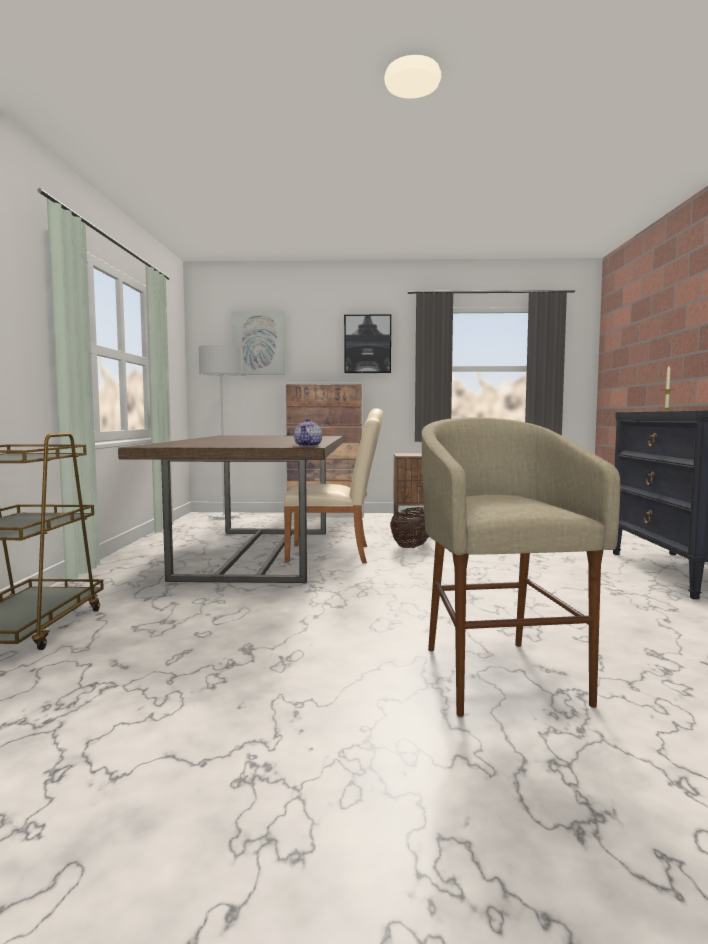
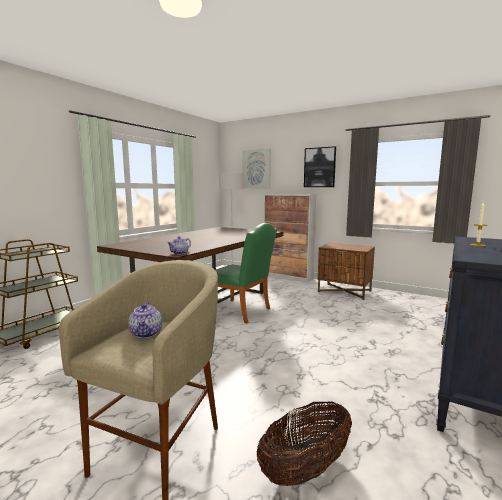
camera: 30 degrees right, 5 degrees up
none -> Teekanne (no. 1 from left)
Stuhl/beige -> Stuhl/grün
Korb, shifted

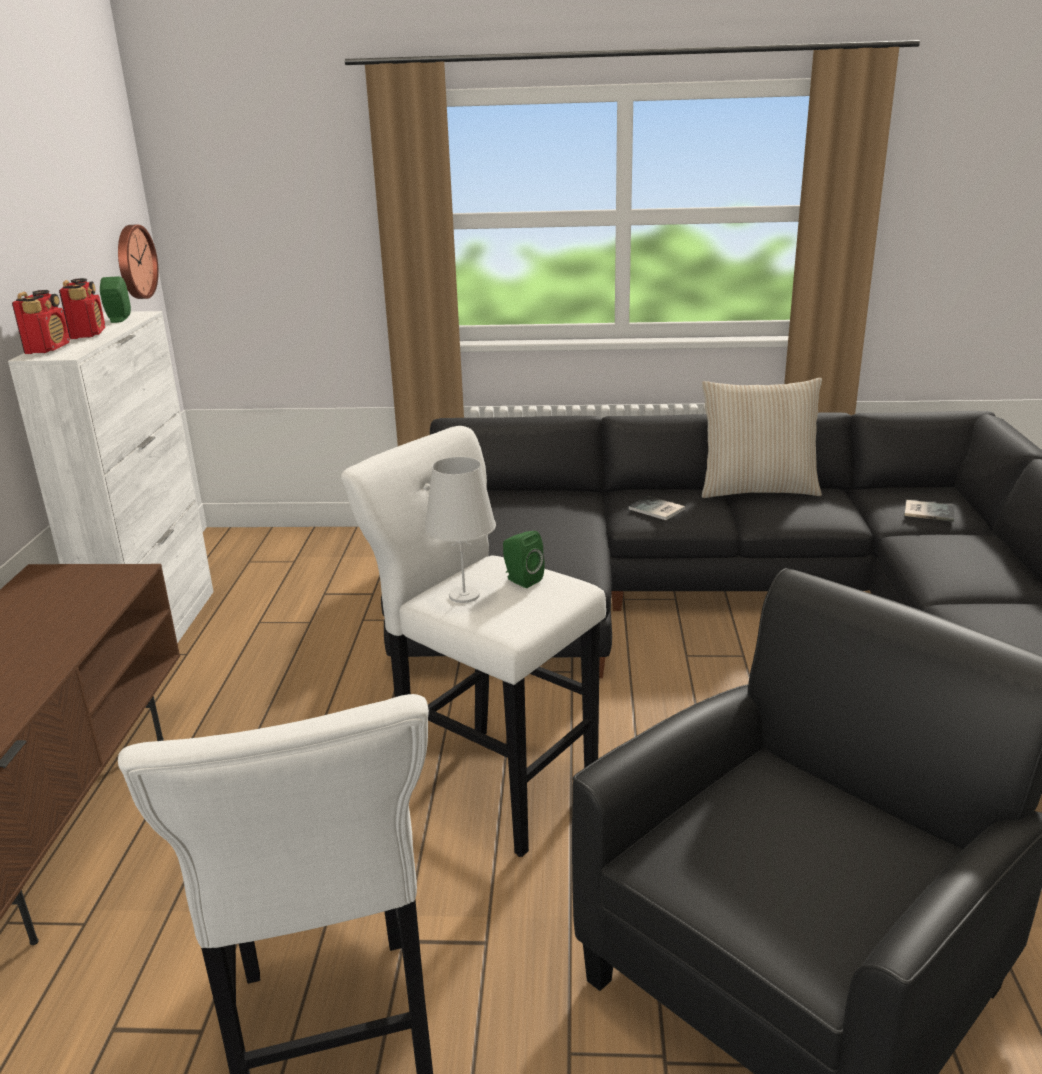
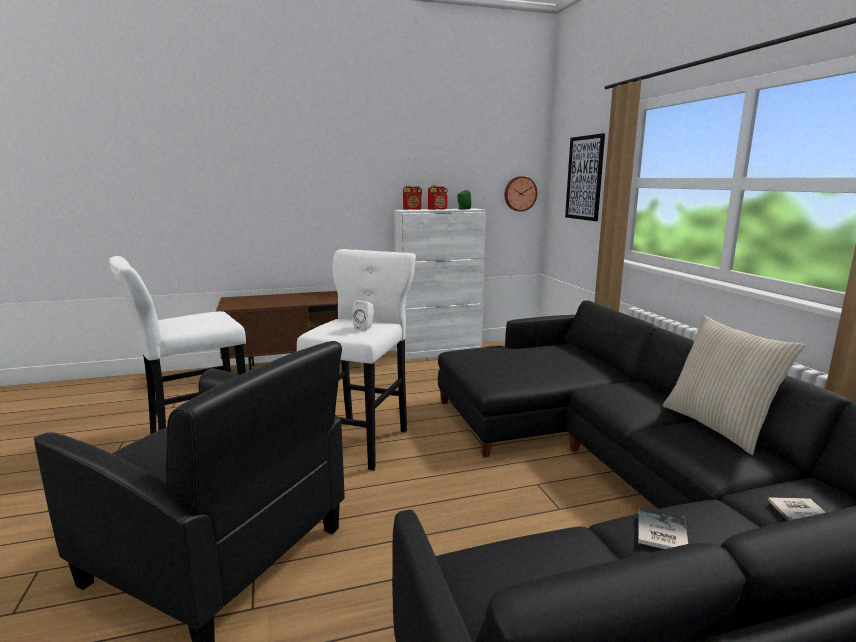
camera: 70 degrees right, 10 degrees down
Lautsprecher/grün (no. 2 from left) -> Lautsprecher/weiß
none -> Bild
Buch (no. 1 from left), shifted
Tischlampe/weiß -> none

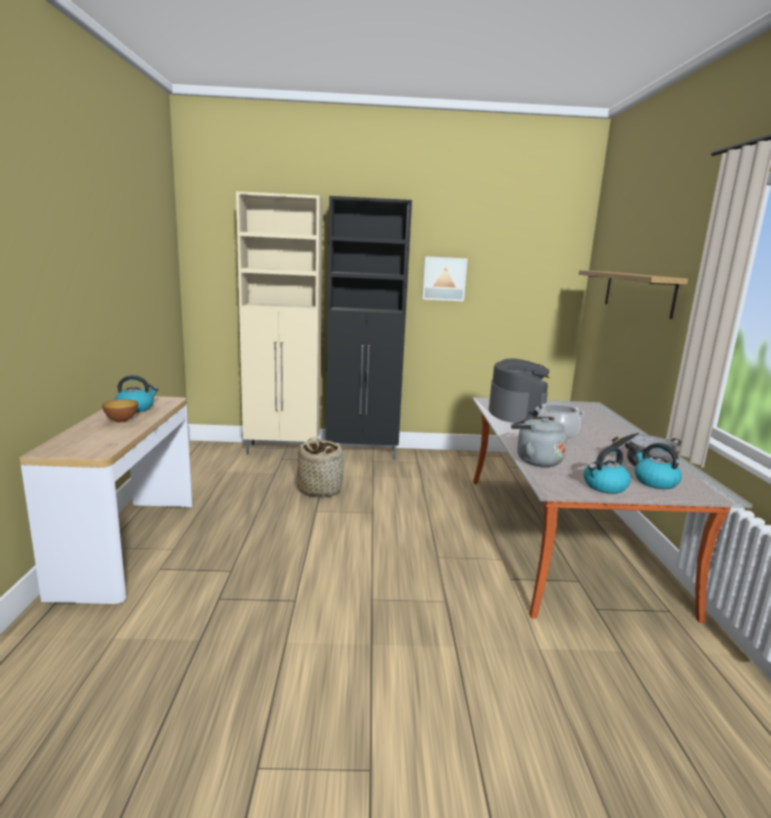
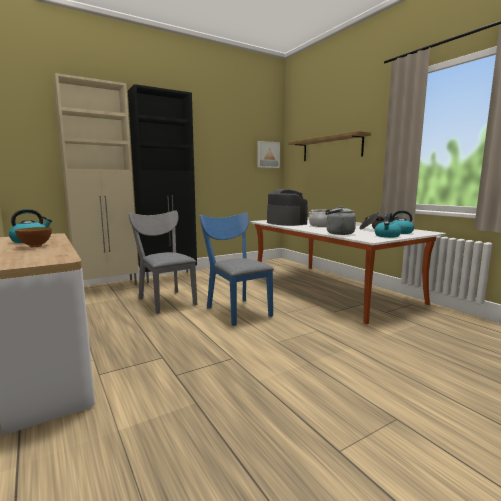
camera: 30 degrees left, 5 degrees down
Korb -> Stuhl/grau
none -> Stuhl/blau
Bild, shifted

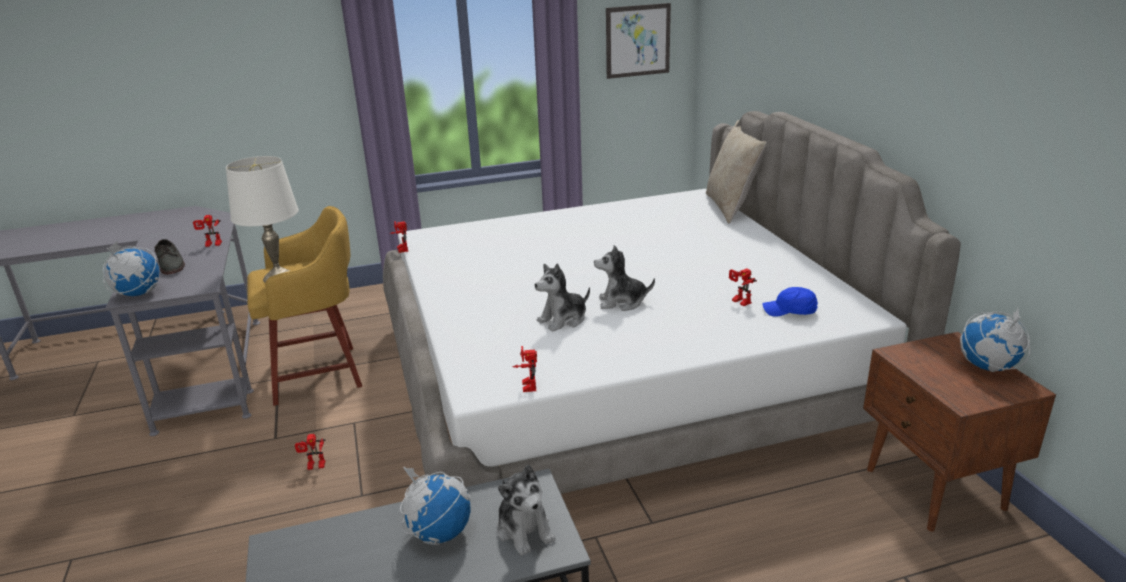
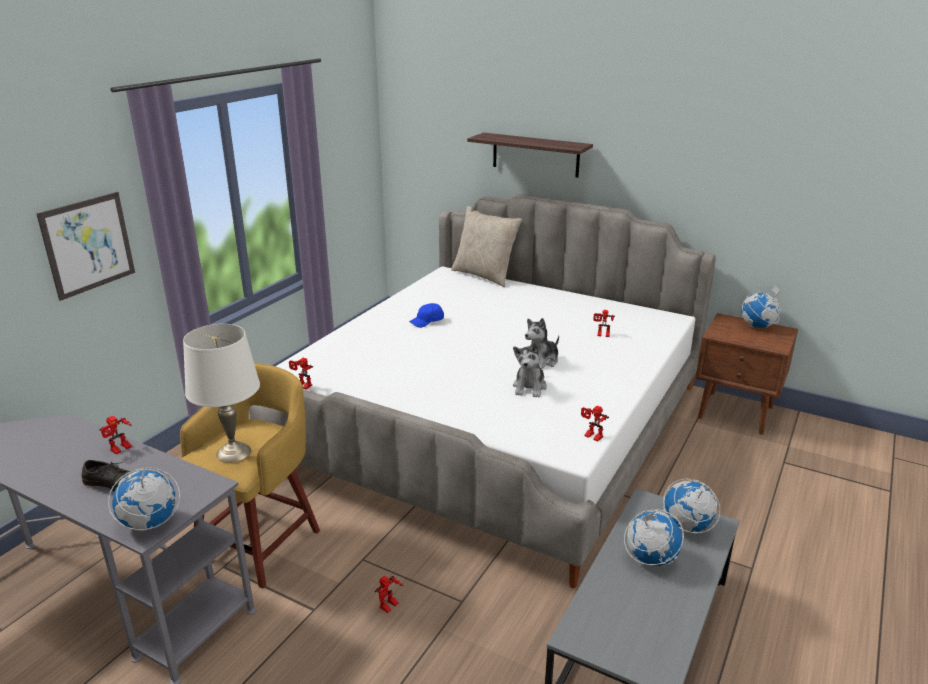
camera: 45 degrees left, 0 degrees up
Bild, shifted
Kappe/blau, shifted
none -> Wandregal
Plüschtier (no. 1 from left) -> Globus (no. 3 from left)

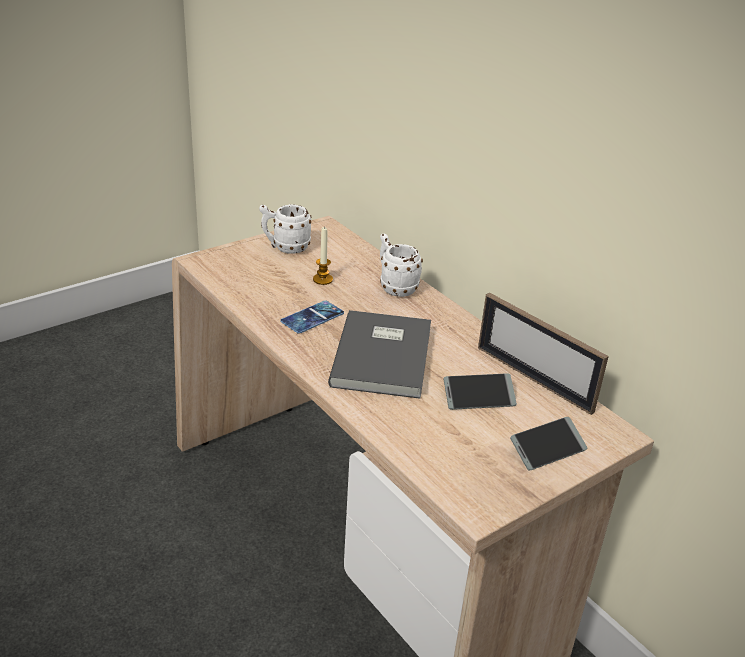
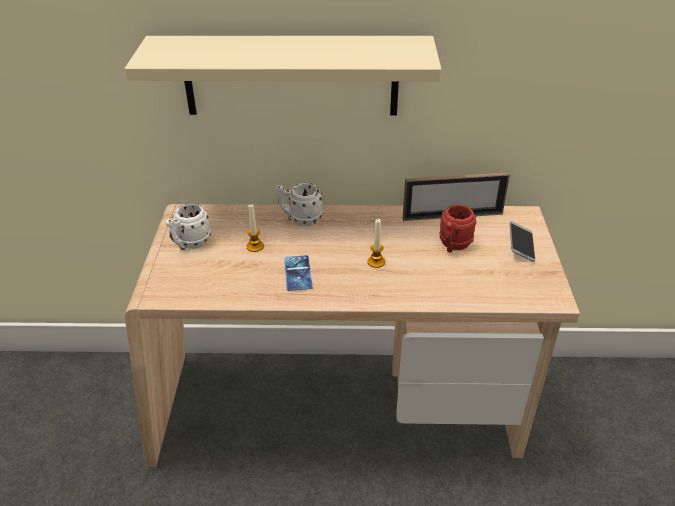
camera: 50 degrees left, 5 degrees up
none -> Wandregal/beige
Buch/grau -> Kerze (no. 2 from left)
Handy (no. 2 from left) -> Henkelbecher/rot

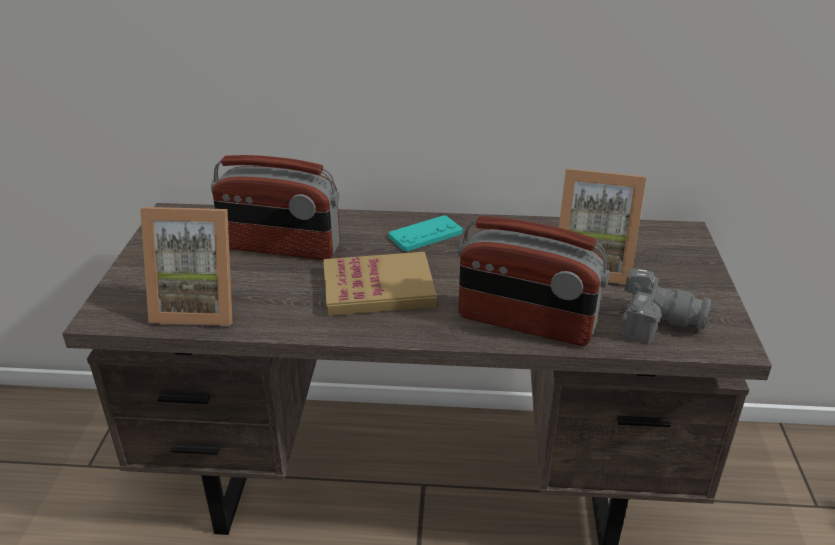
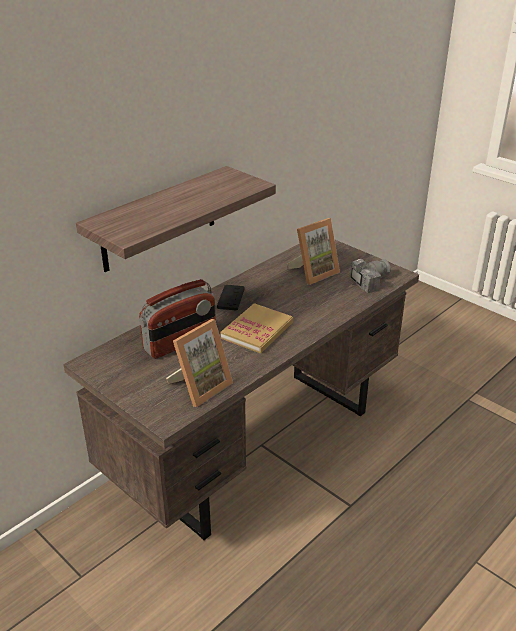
camera: 50 degrees left, 0 degrees up
none -> Wandregal
Gamepad/türkis -> Gamepad/schwarz
Radio (no. 2 from left) -> none

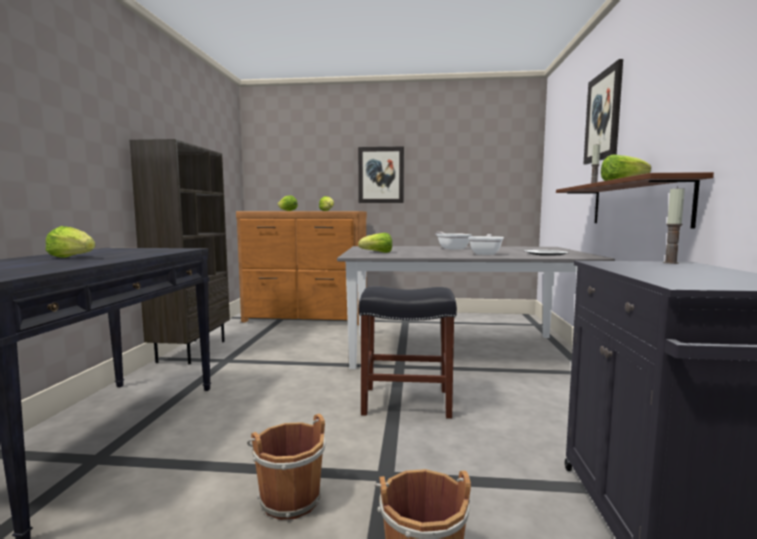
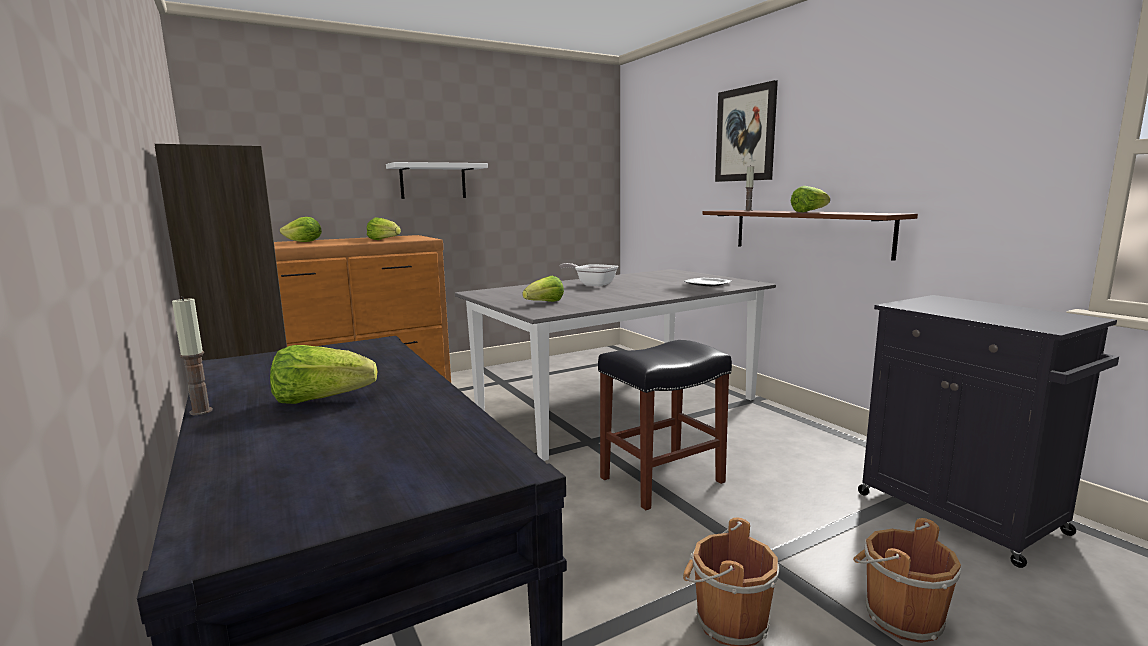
camera: 35 degrees left, 5 degrees up
Kerze (no. 2 from left in the first image) -> Kerze (no. 1 from left), shifted
Bild (no. 1 from left) -> Wandregal/weiß
Pfanne (no. 2 from left) -> none

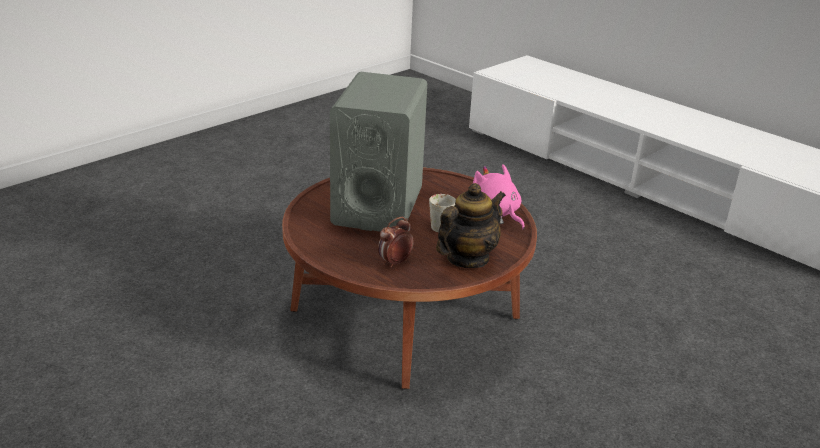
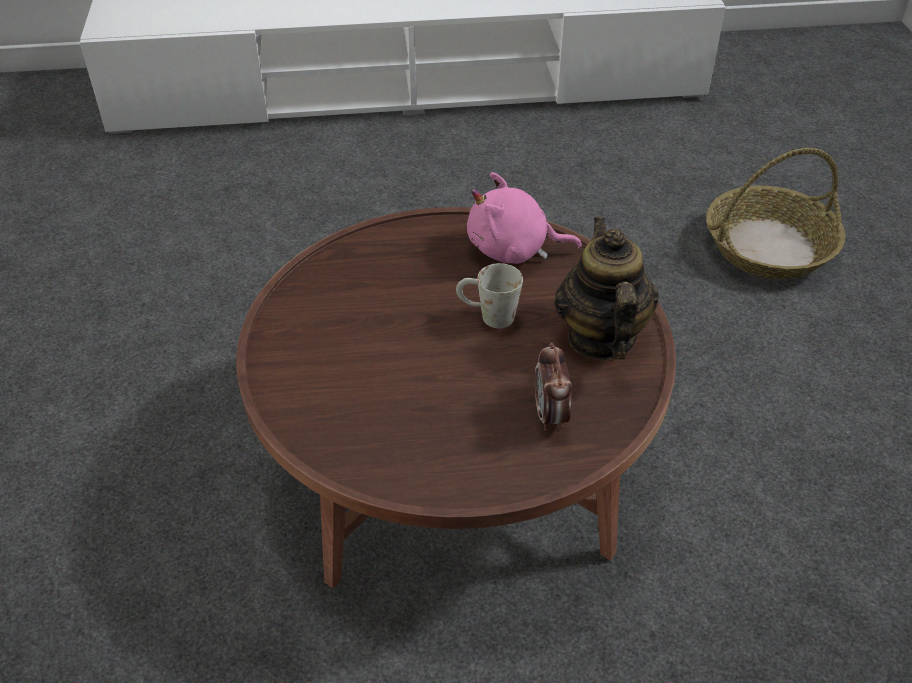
camera: 50 degrees left, 15 degrees up
none -> Korb
Lautsprecher/grau -> none

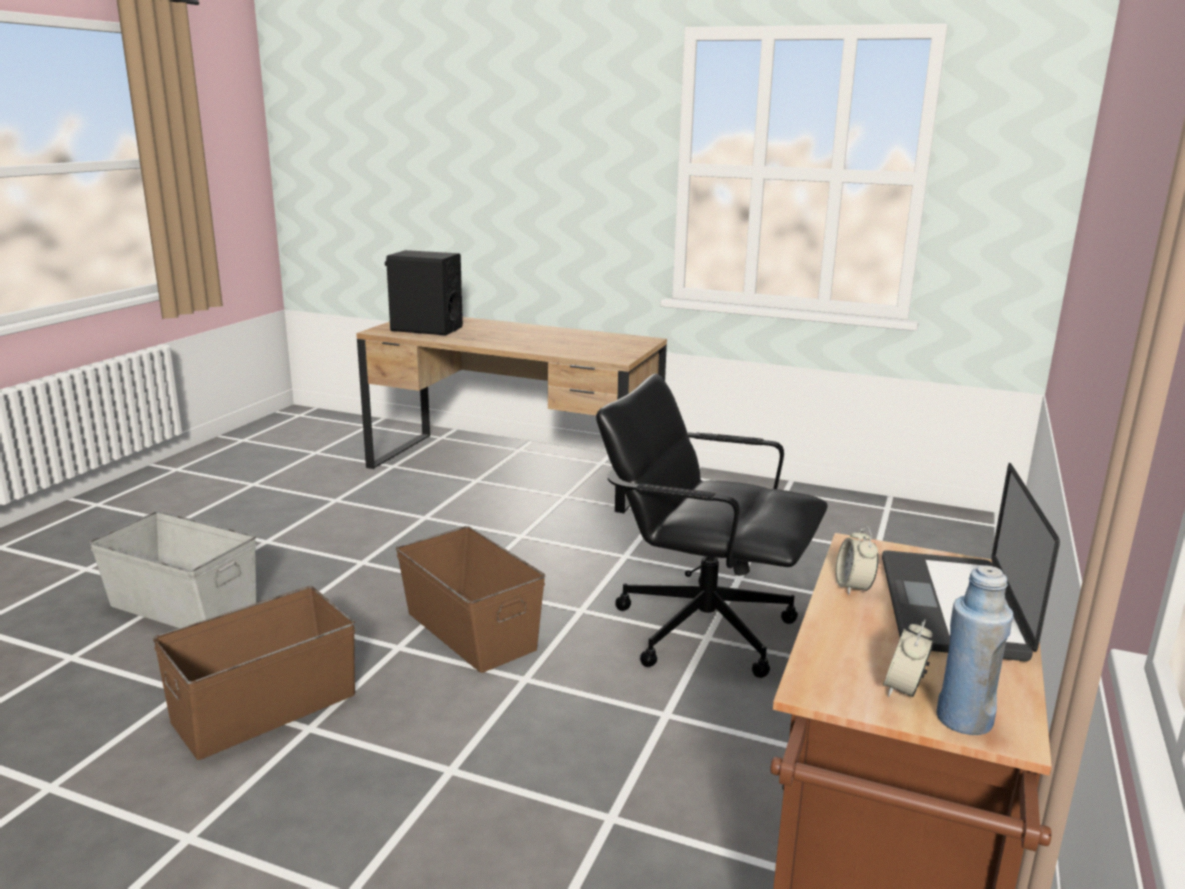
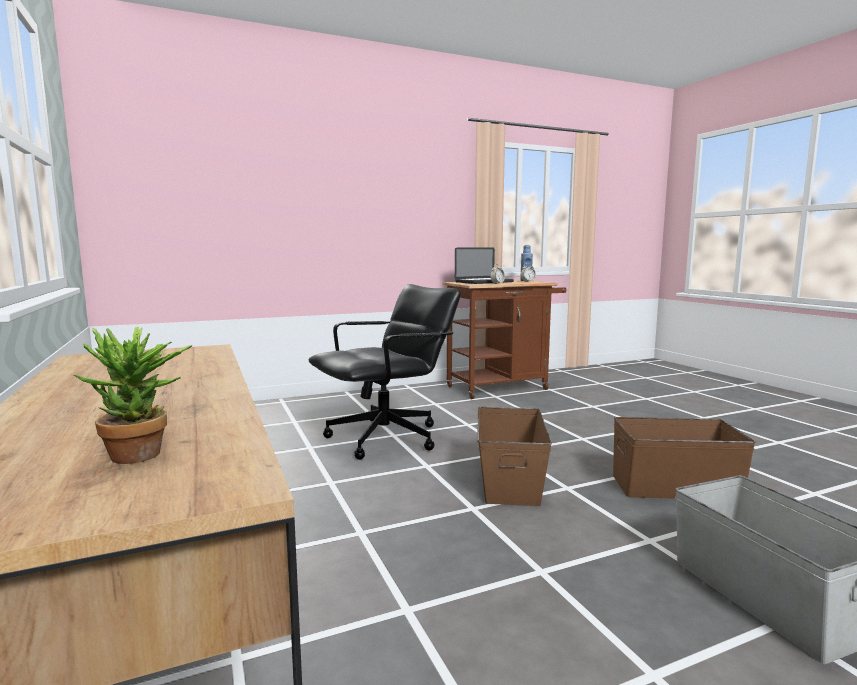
camera: 135 degrees left, 10 degrees down
Lautsprecher/schwarz -> Topfpflanze
Bürostuhl/schwarz, 105 degrees counterclockwise

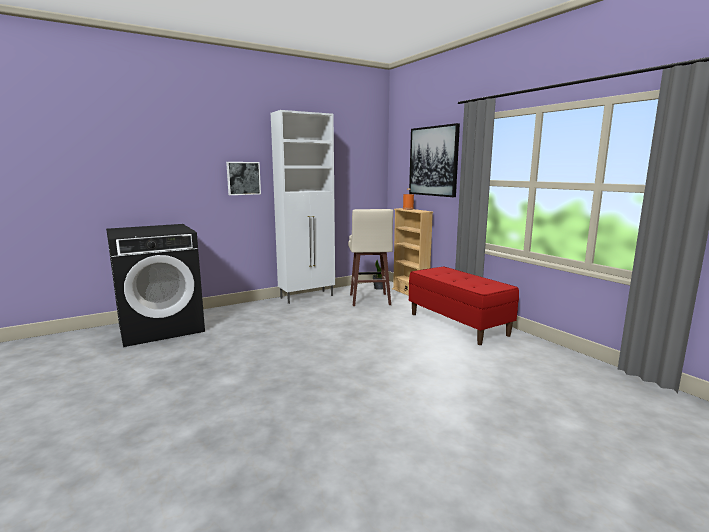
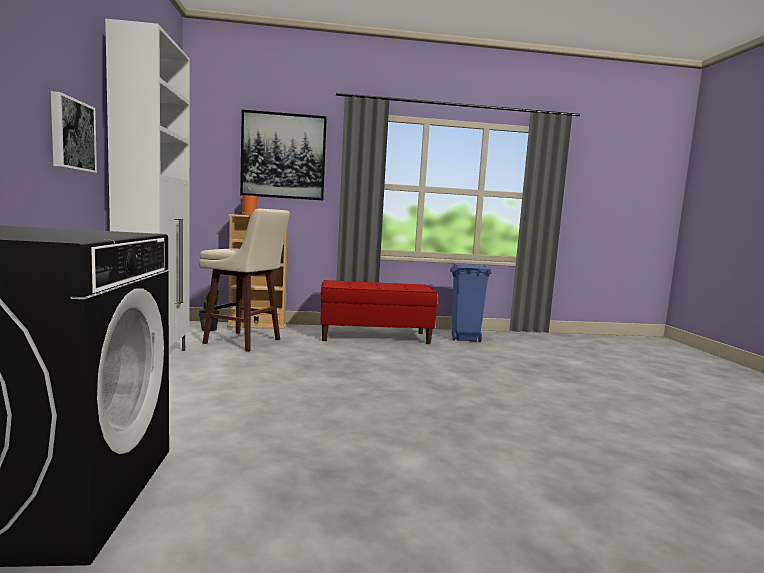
camera: 65 degrees left, 5 degrees down
none -> Mülleimer/blau

